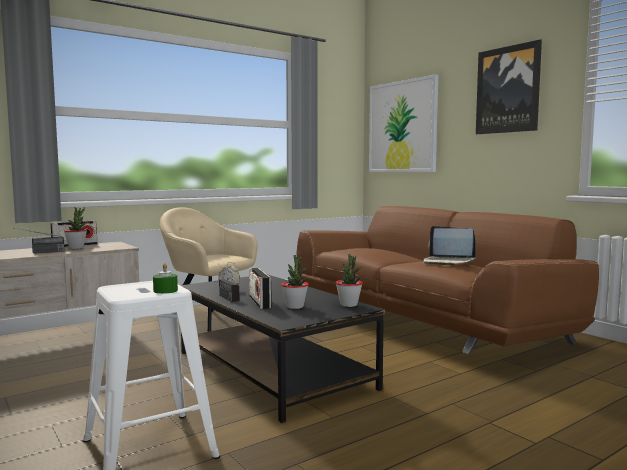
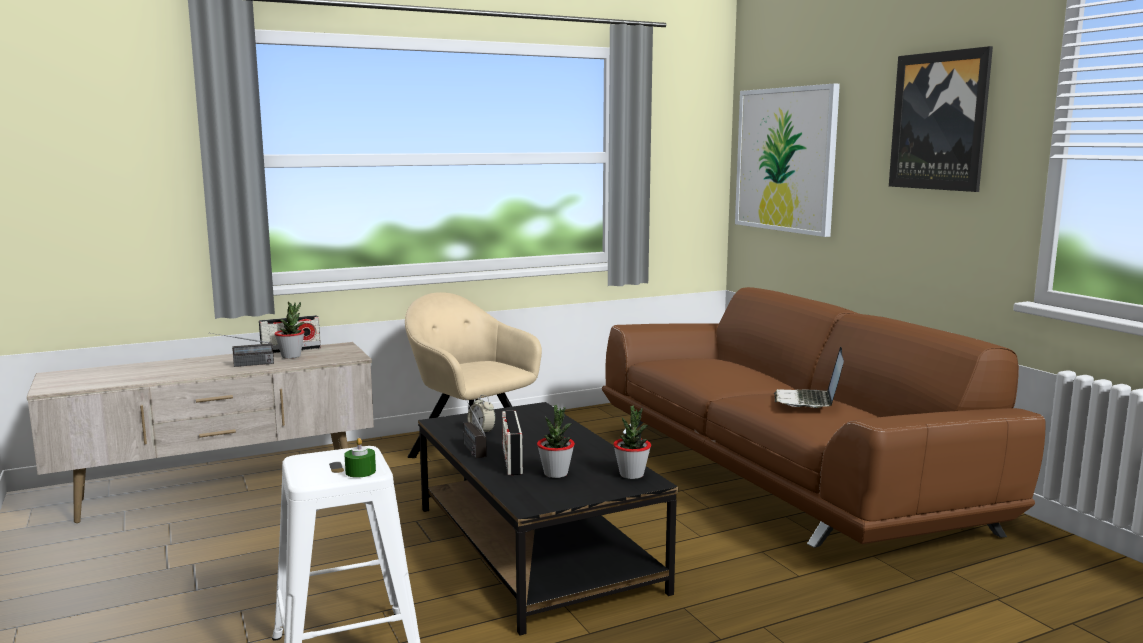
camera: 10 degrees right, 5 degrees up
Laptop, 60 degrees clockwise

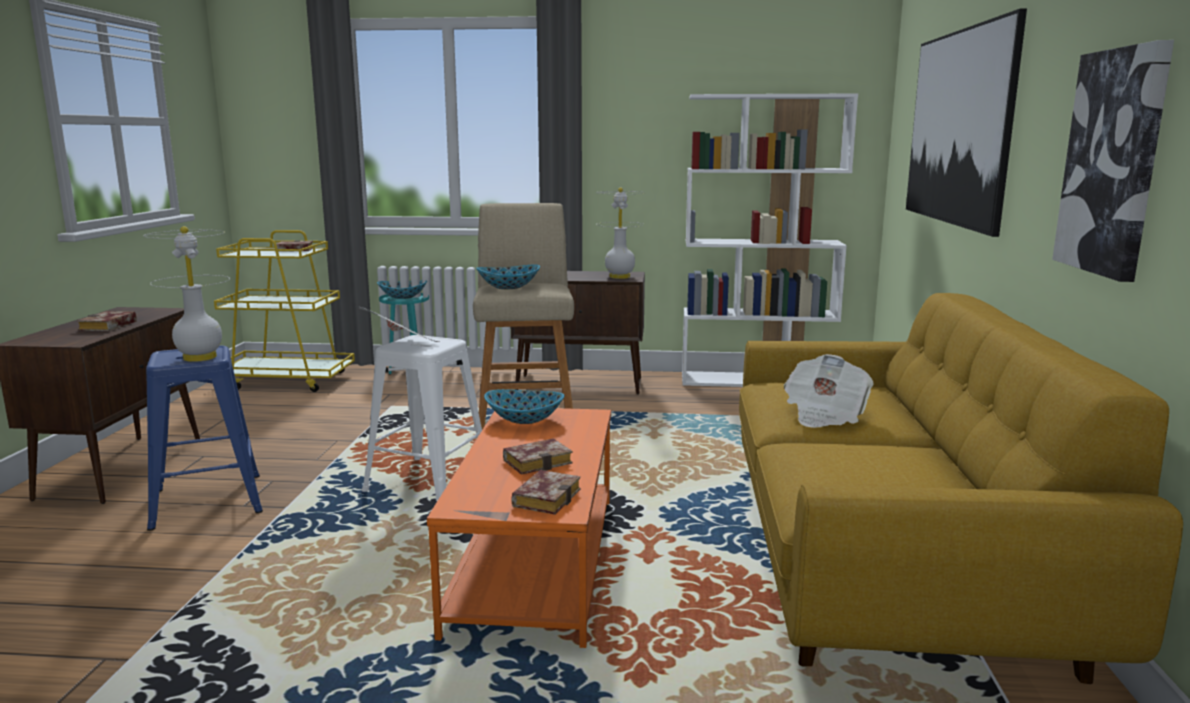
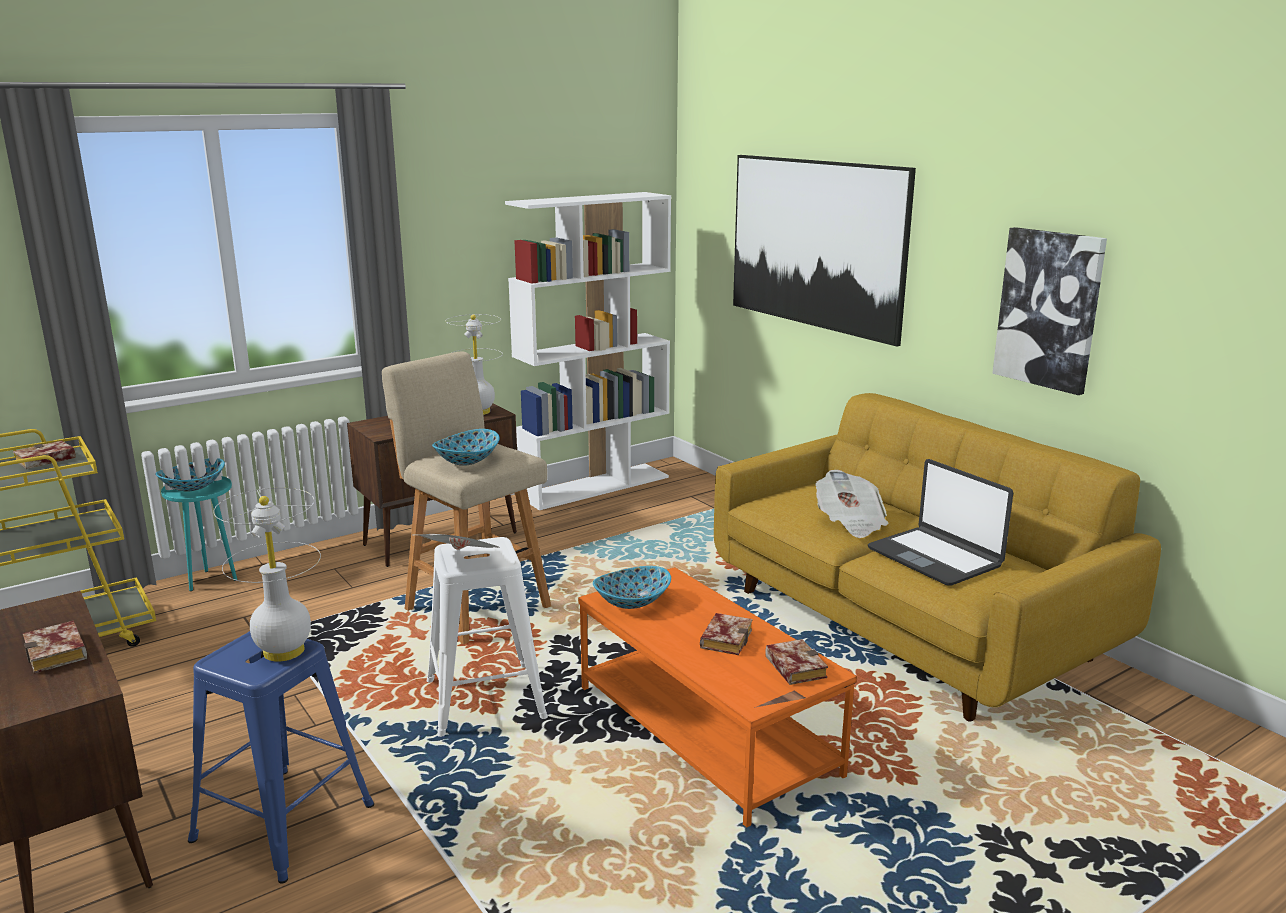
camera: 40 degrees left, 5 degrees up
none -> Laptop

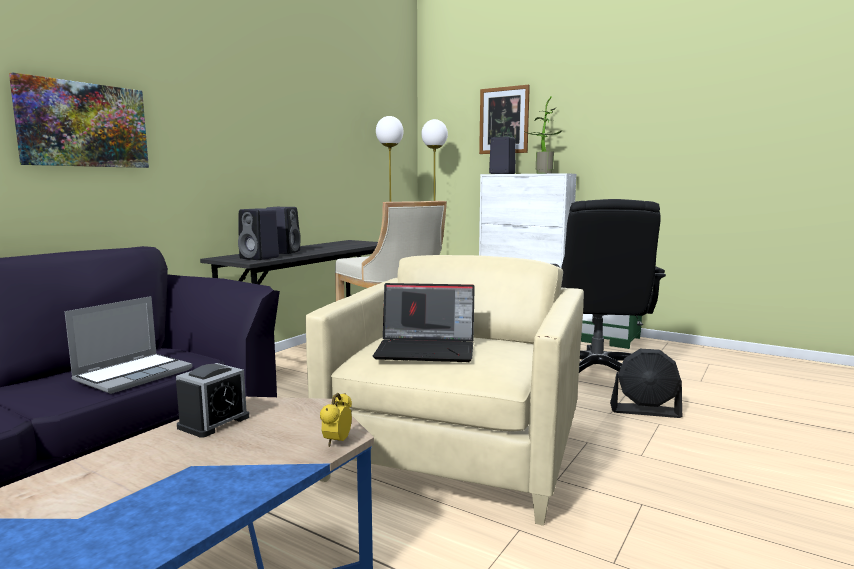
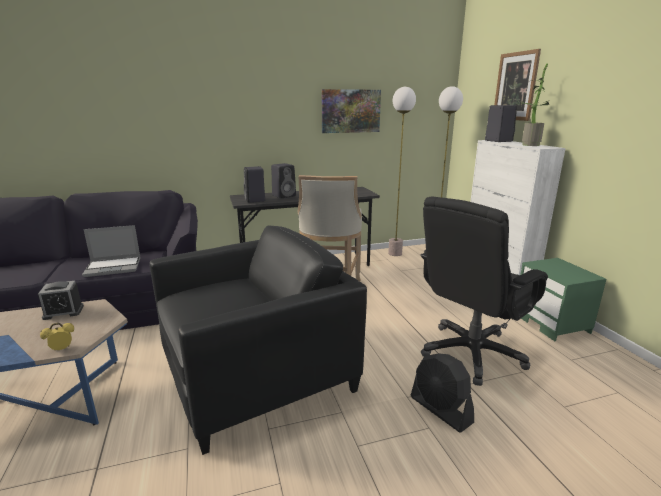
camera: 40 degrees right, 10 degrees up
Sessel/beige -> Sessel/schwarz
Bild (no. 1 from left), shifted
Laptop (no. 2 from left) -> none

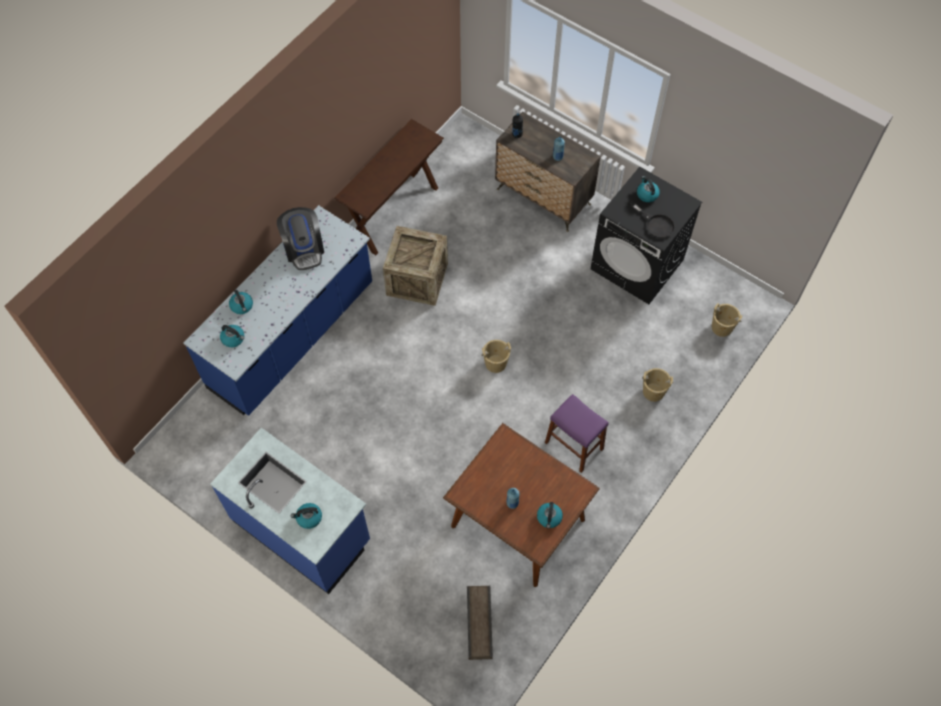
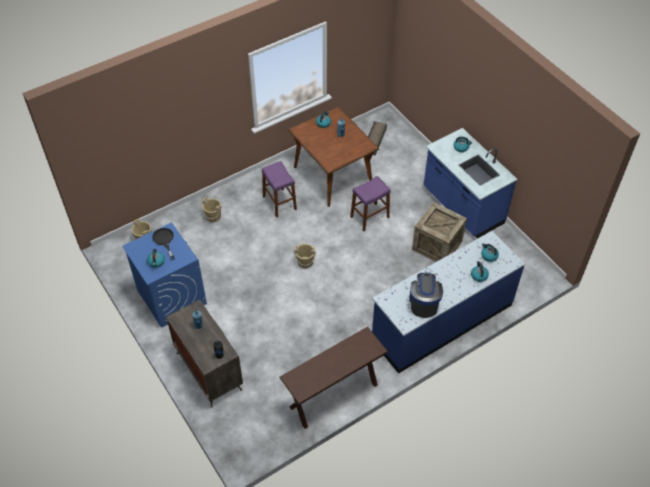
camera: 160 degrees left, 10 degrees down
Waschmaschine/schwarz -> Waschmaschine/blau
none -> Hocker/lila (no. 2 from left)
Kiste (no. 1 from left in the first image) -> Kiste (no. 2 from left), shifted

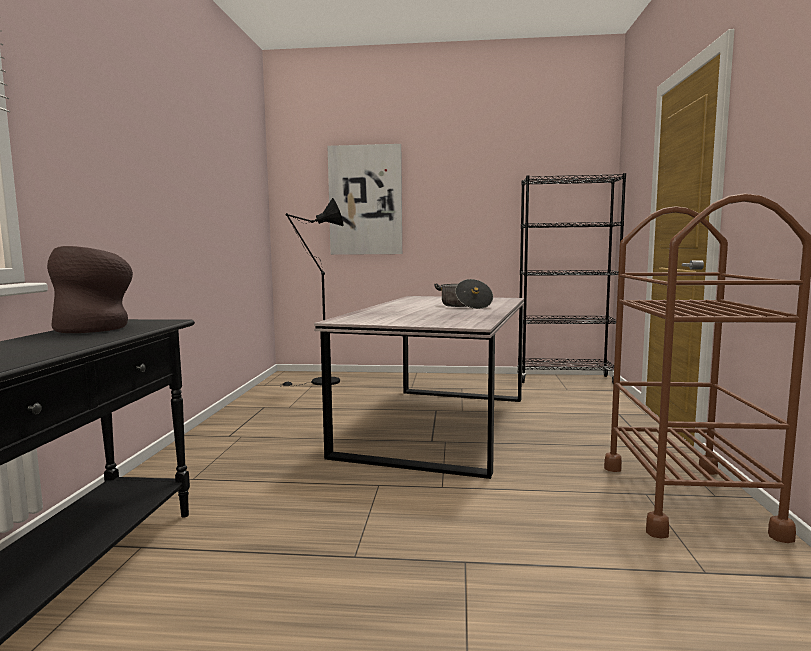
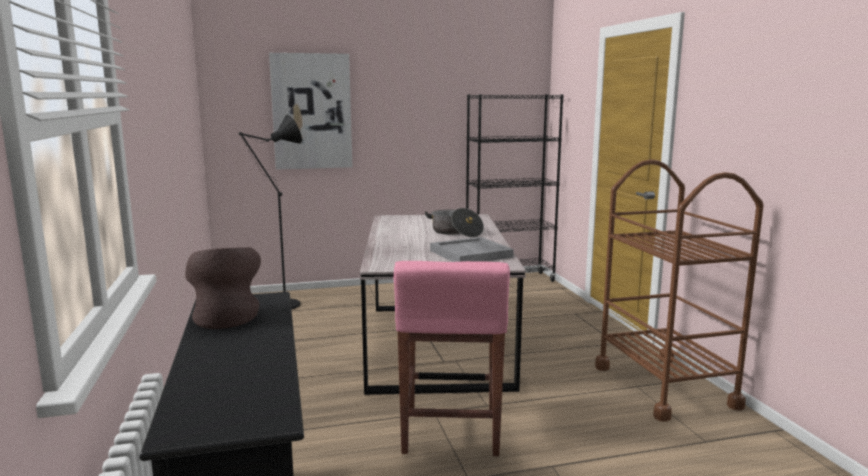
camera: 20 degrees left, 5 degrees up
none -> Hocker/rosa
none -> Tablett/grau

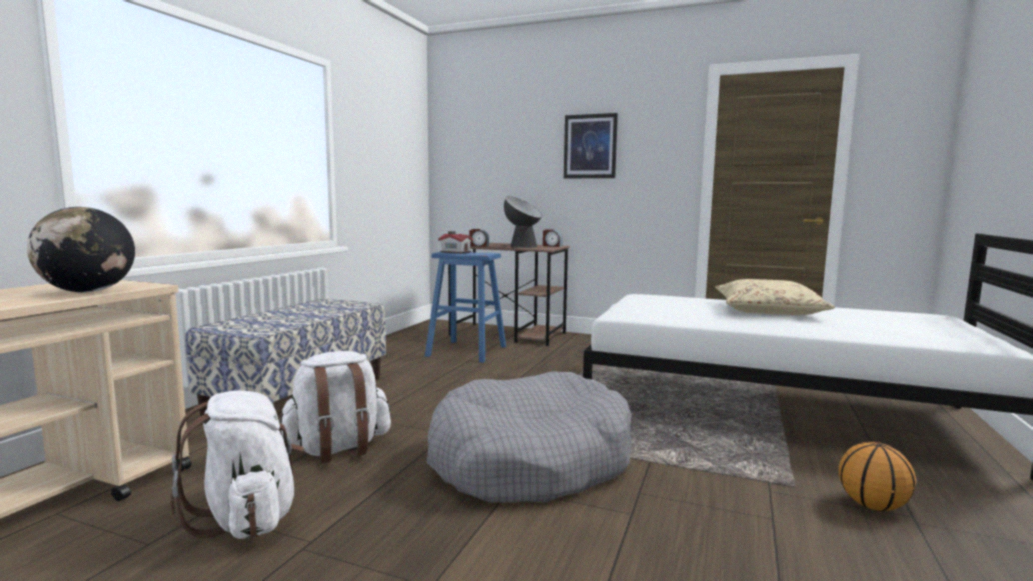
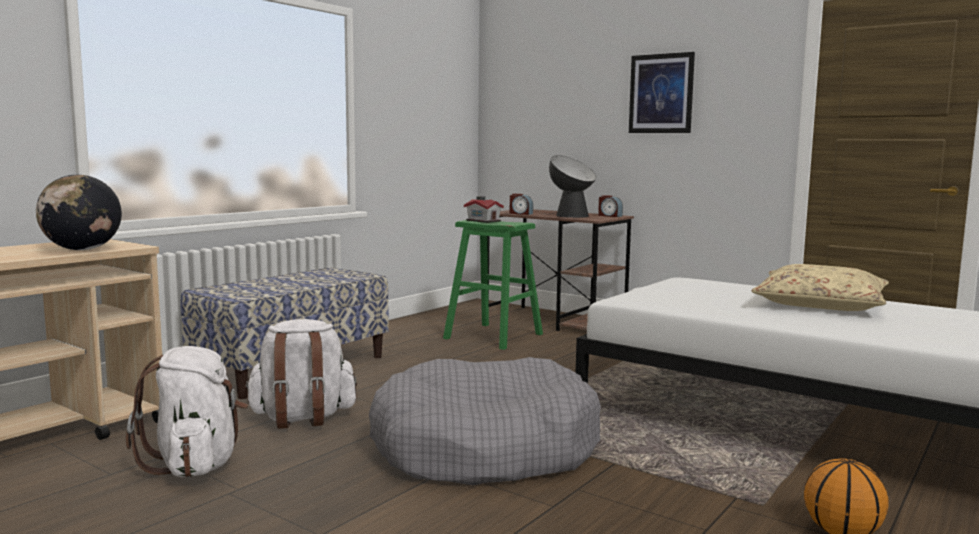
camera: 15 degrees right, 0 degrees up
Hocker/blau -> Hocker/grün

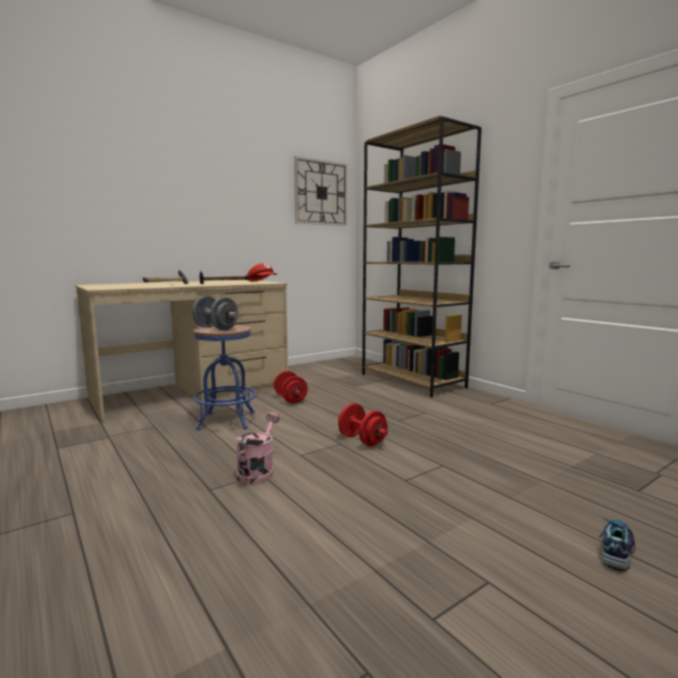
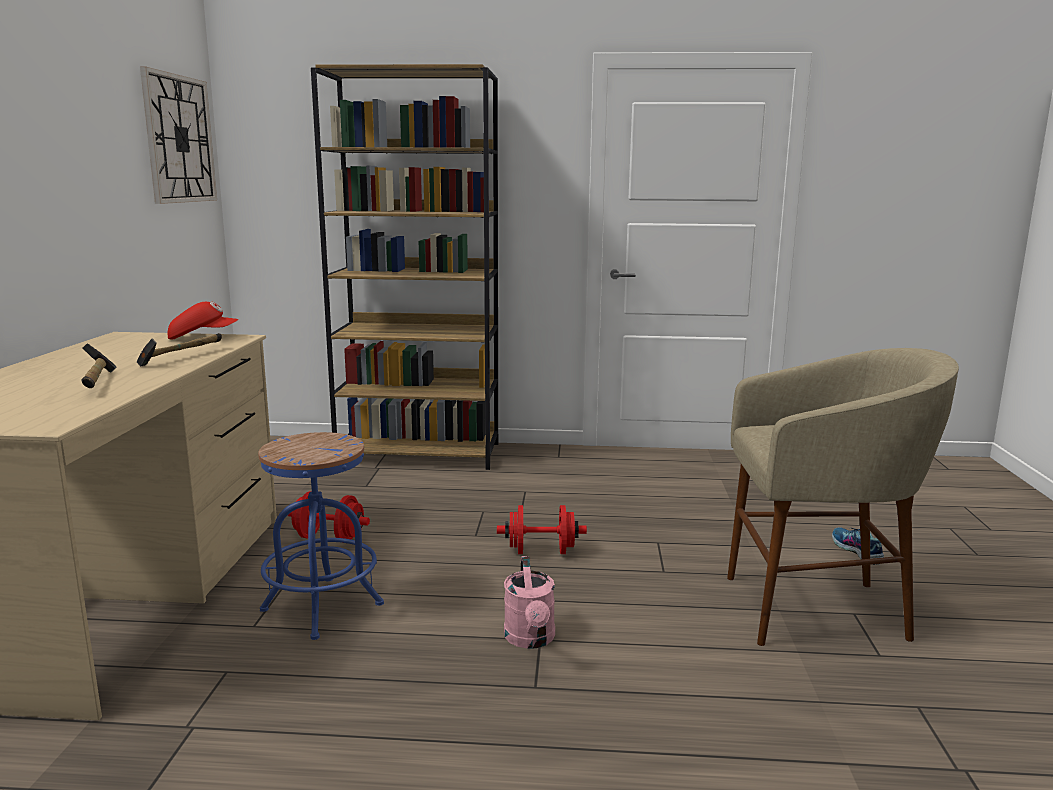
camera: 50 degrees left, 5 degrees up
Gießkanne/rosa, 150 degrees counterclockwise
none -> Hocker/beige
Hantel/grau -> none

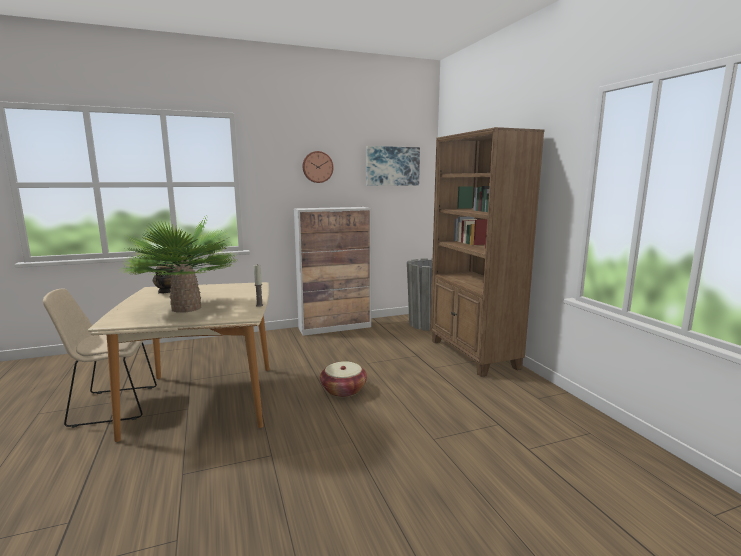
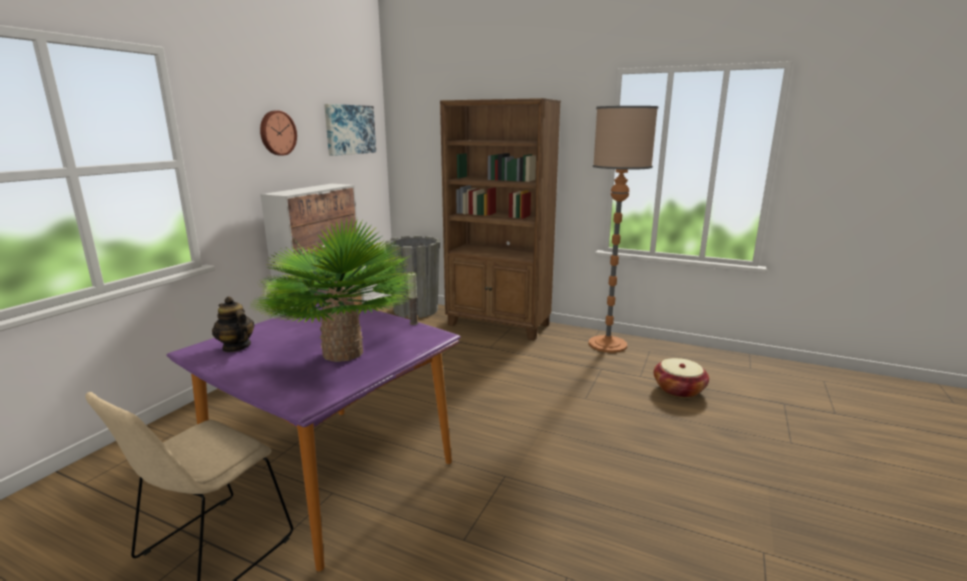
camera: 45 degrees left, 5 degrees up
Esstisch/beige -> Esstisch/lila
none -> Stehlampe
Korb, shifted

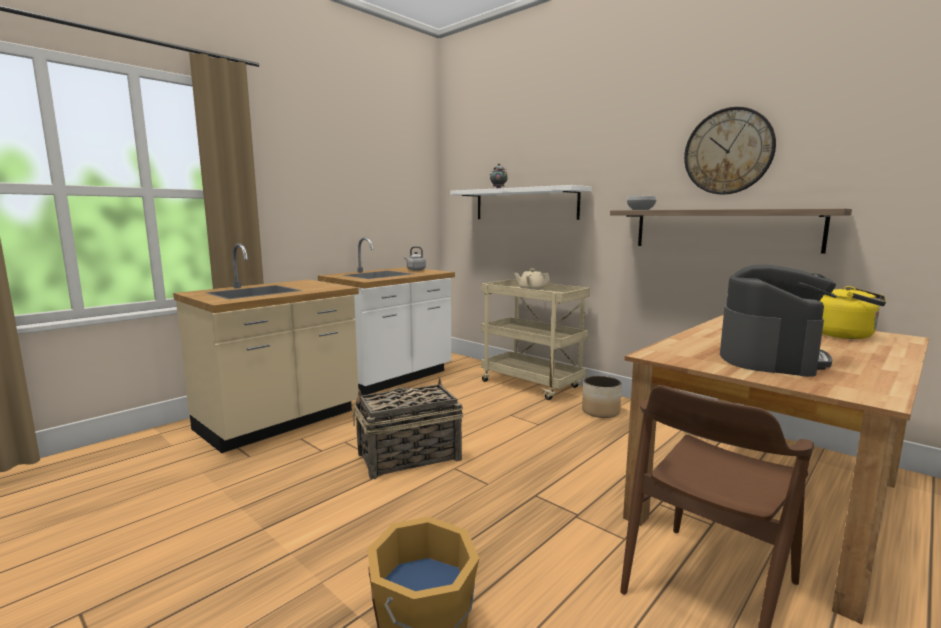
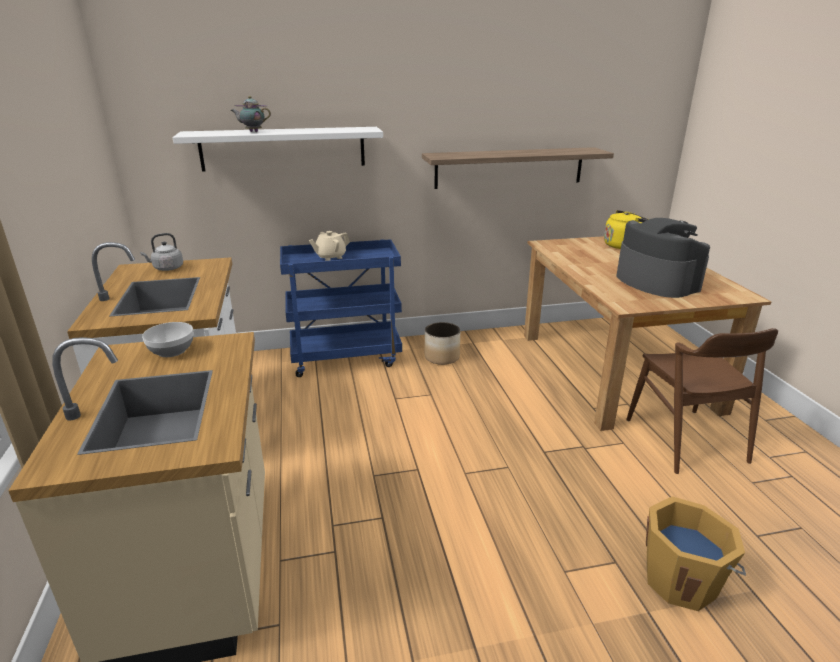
camera: 55 degrees left, 15 degrees up
Schüssel, shifted
Rollwagen/beige -> Rollwagen/blau
Korb -> none
Wanduhr -> none

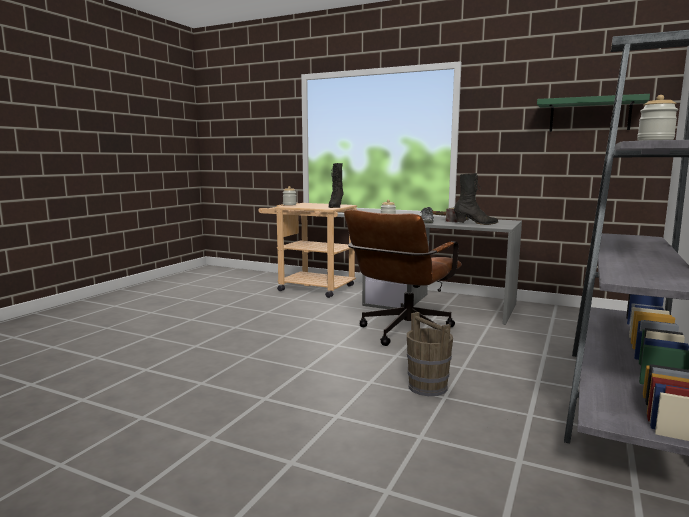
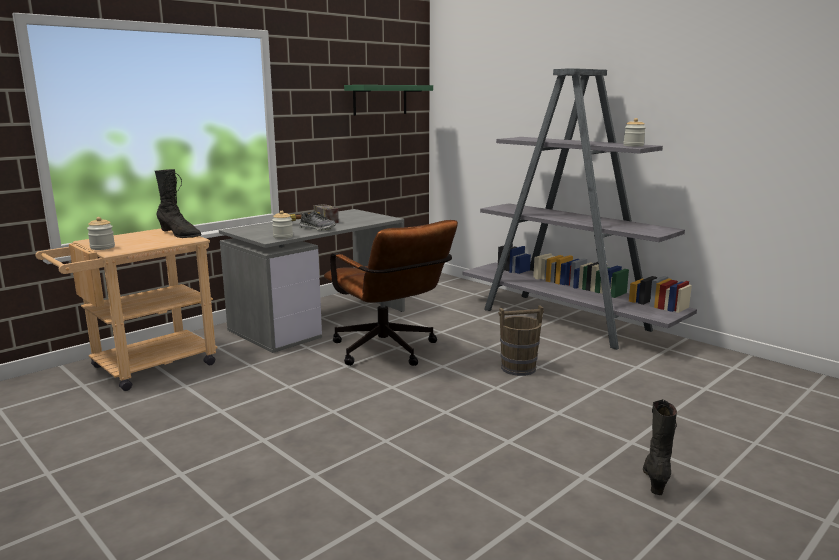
camera: 70 degrees left, 5 degrees up
Stiefel/schwarz (no. 2 from left), shifted

